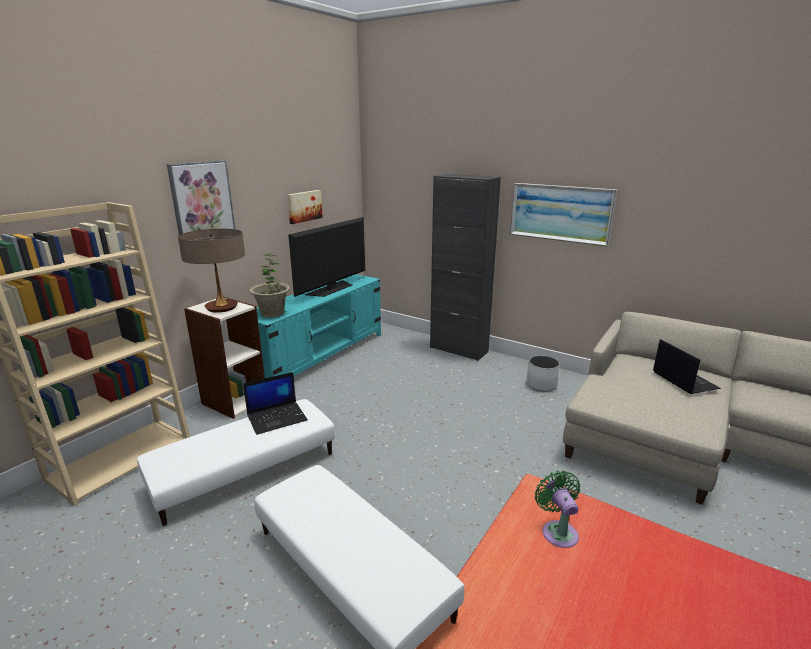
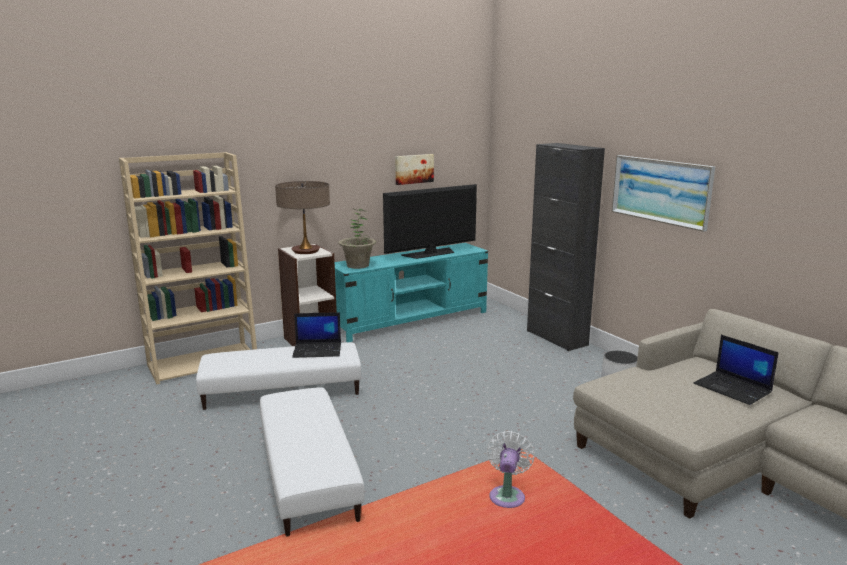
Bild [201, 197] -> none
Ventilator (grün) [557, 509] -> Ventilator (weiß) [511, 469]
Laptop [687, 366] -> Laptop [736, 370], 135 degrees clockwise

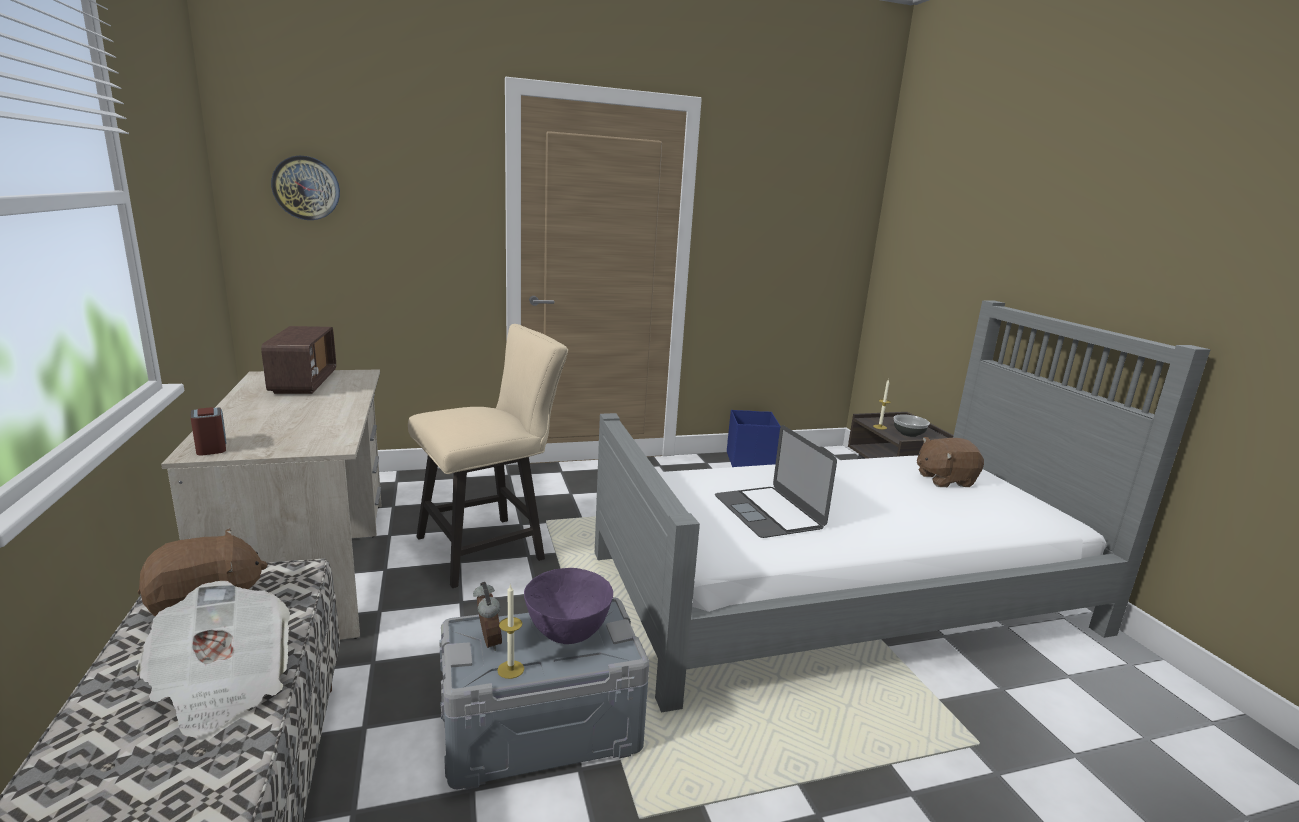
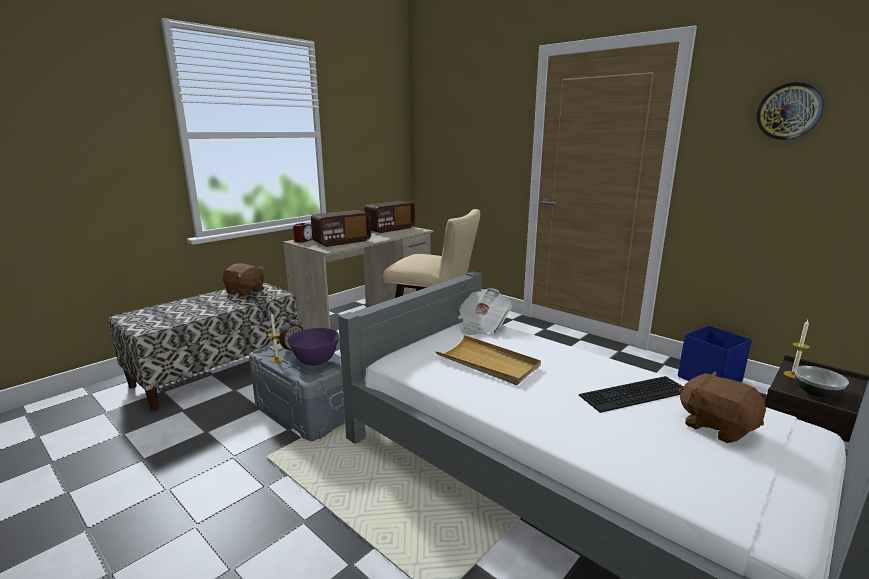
none -> Radio [341, 228]
none -> Tastatur [631, 394]
Zeitung [213, 659] -> Zeitung [485, 311], shifted
Wanduhr [305, 188] -> Wanduhr [790, 111], shifted
Laptop [776, 481] -> Tablett (beige) [488, 360]

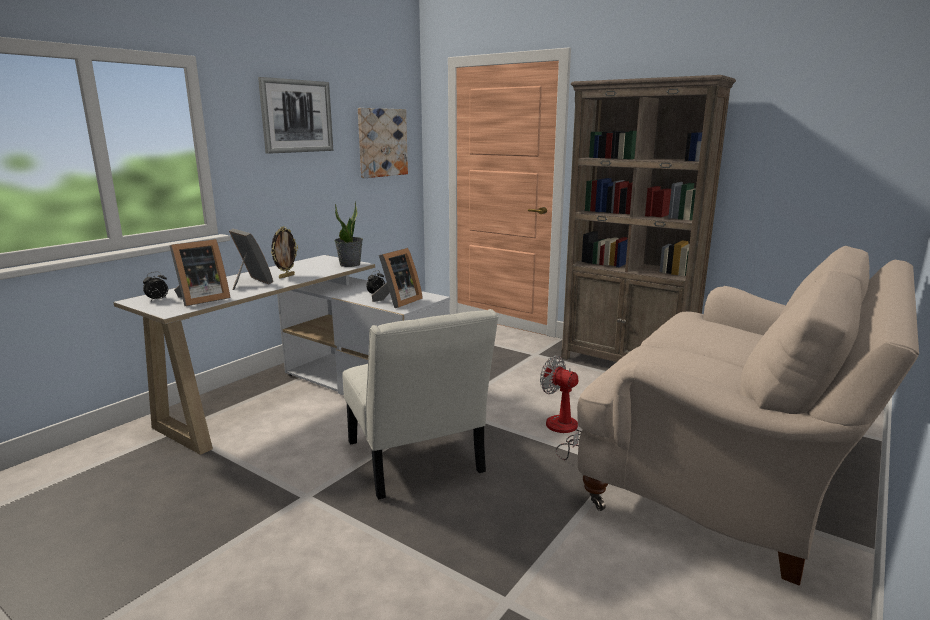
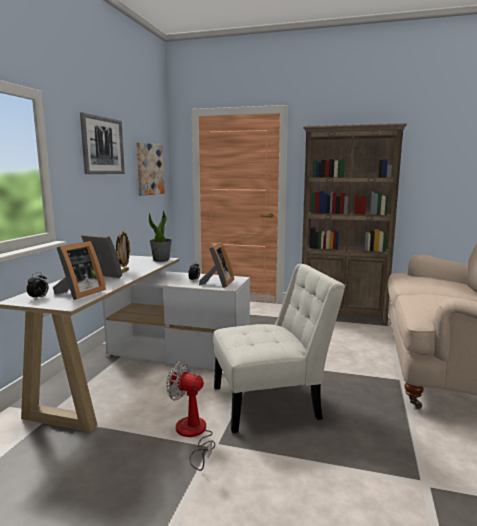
Ventilator [561, 408] -> Ventilator [190, 416], shifted
Stuhl (weiß) [420, 404] -> Stuhl (weiß) [279, 348], 60 degrees counterclockwise

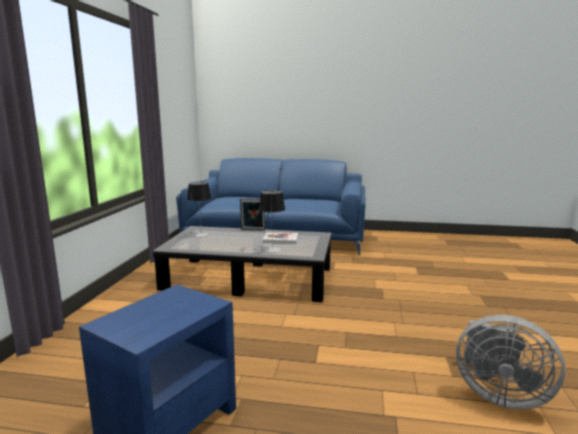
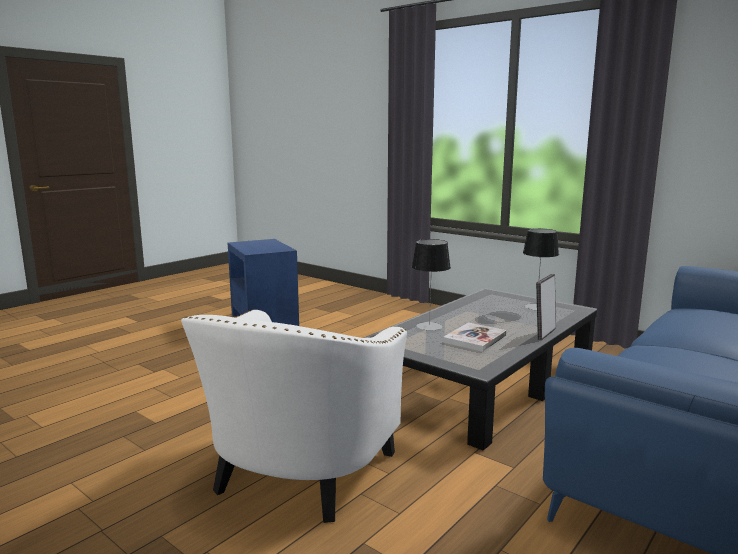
Ventilator (grau) [510, 362] -> none
none -> Sessel (weiß) [294, 416]

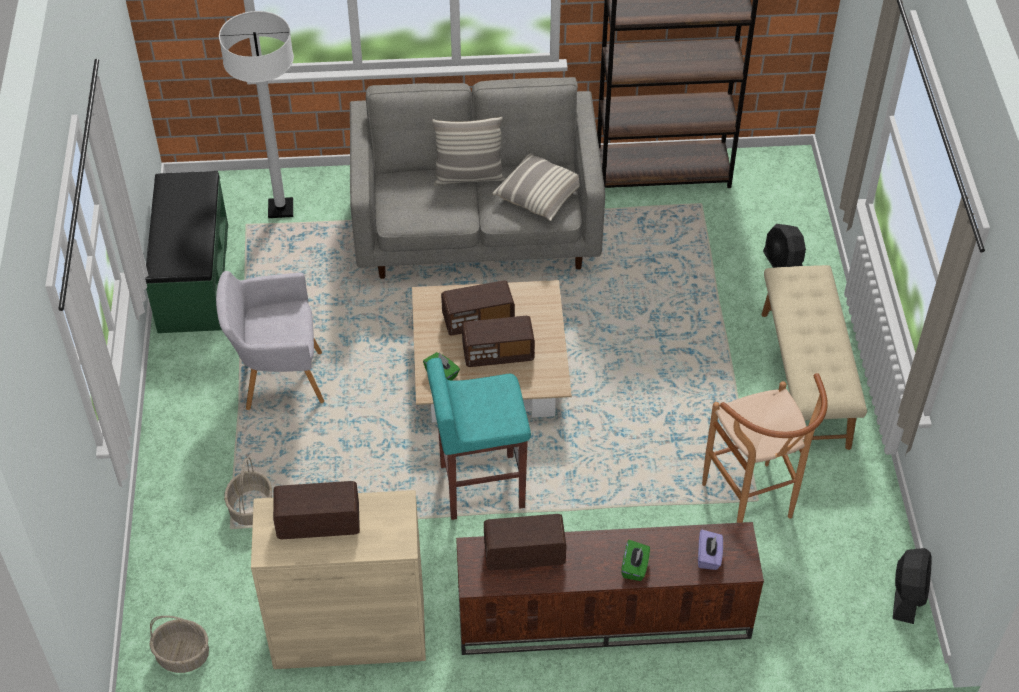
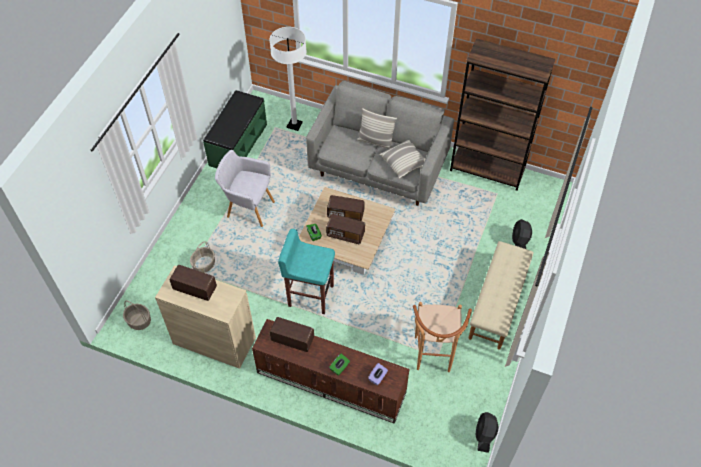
Ventilator (schwarz) [912, 586] -> Ventilator (schwarz) [487, 432], 150 degrees clockwise

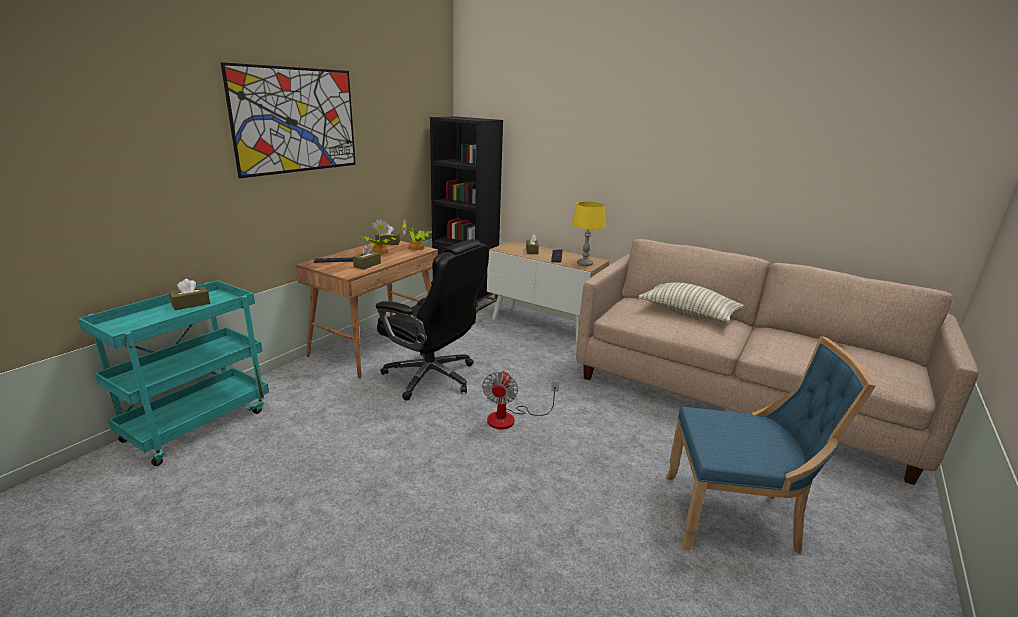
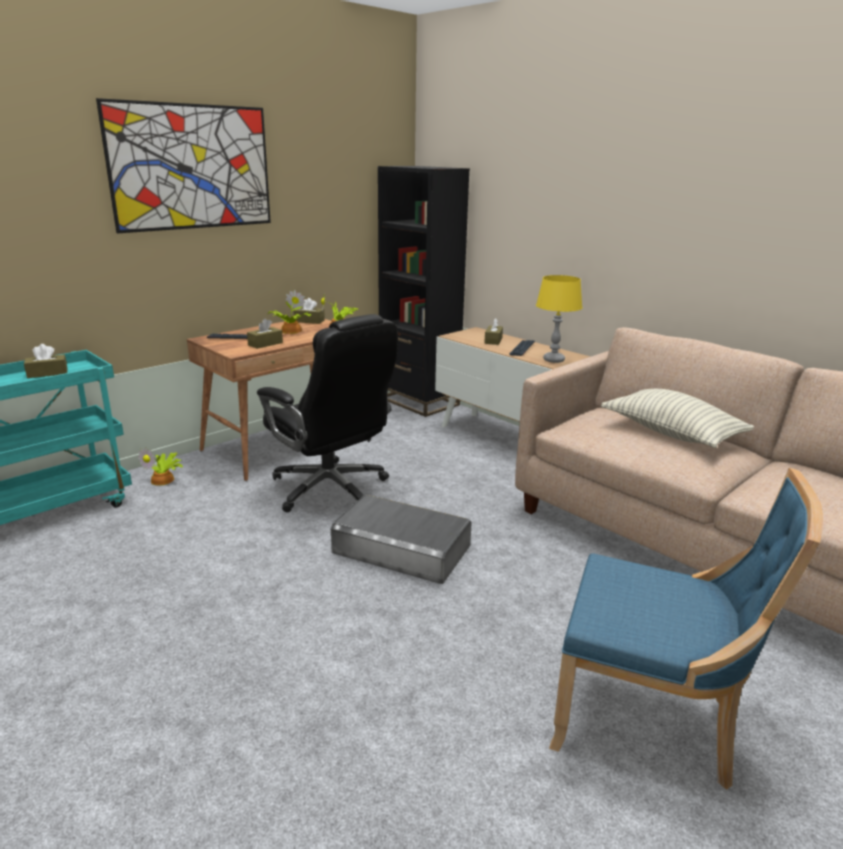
none -> Topfpflanze [160, 466]
Ventilator [520, 399] -> Aufbewahrungsbox (grau) [401, 539]

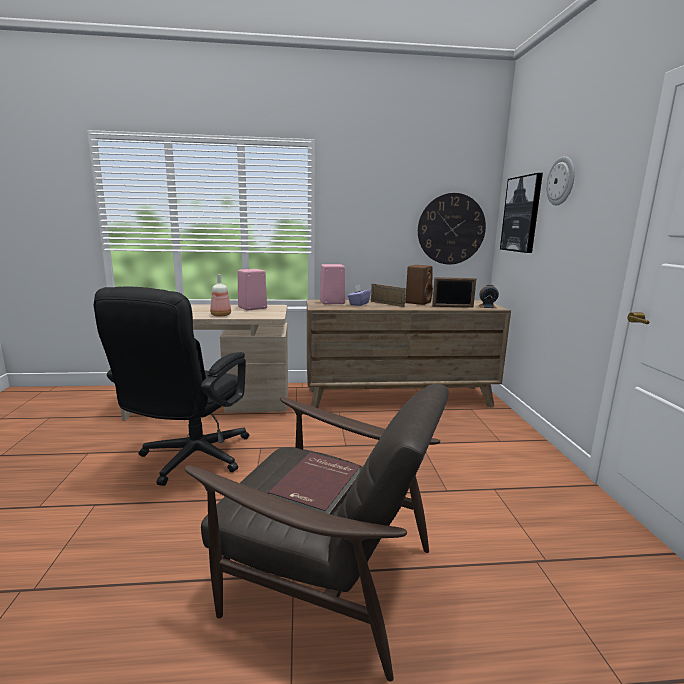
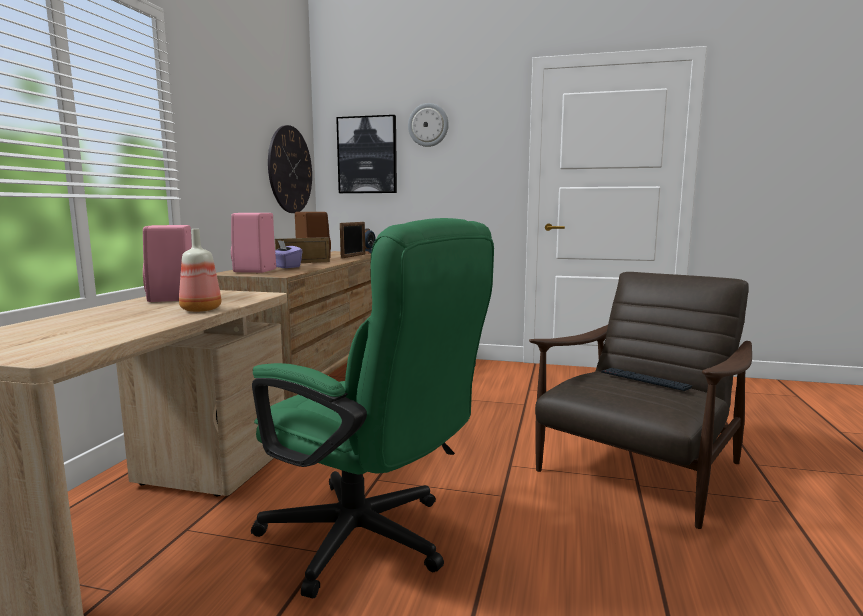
Buch (rot) [313, 483] -> Tastatur [646, 379]
Bürostuhl (schwarz) [171, 386] -> Bürostuhl (grün) [372, 408]

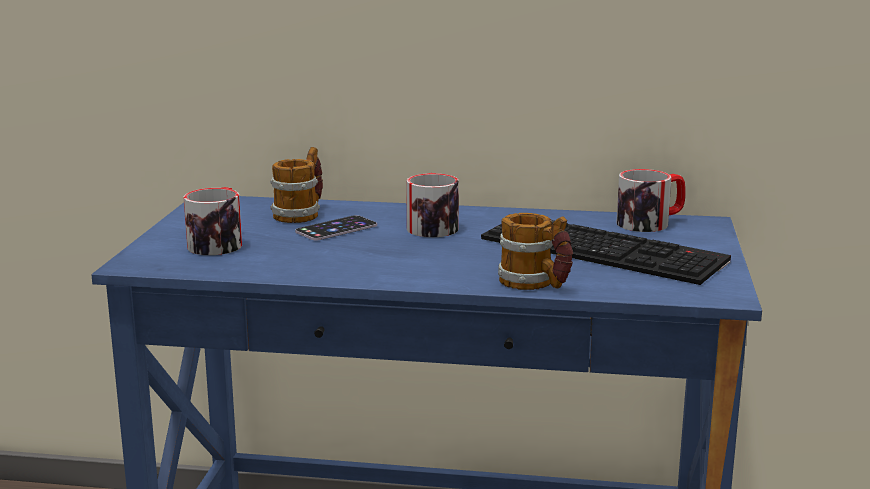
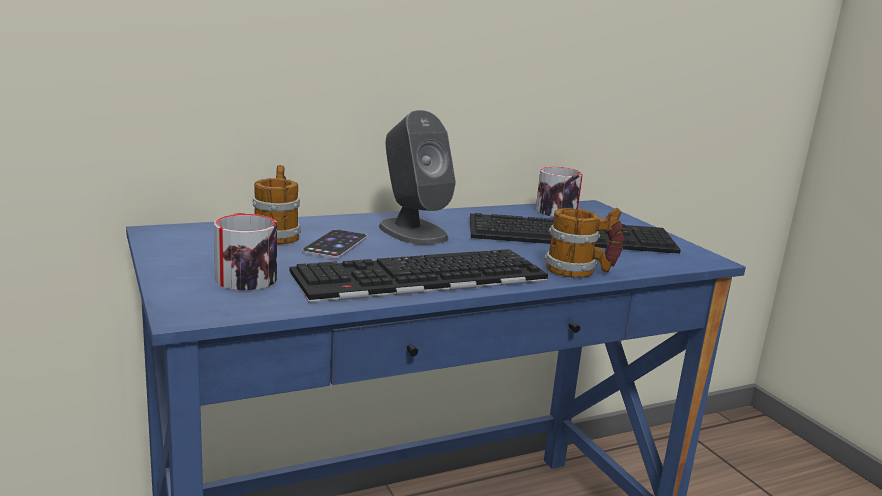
none -> Tastatur [418, 276]
Henkelbecher [432, 205] -> Lautsprecher (grau) [417, 177]

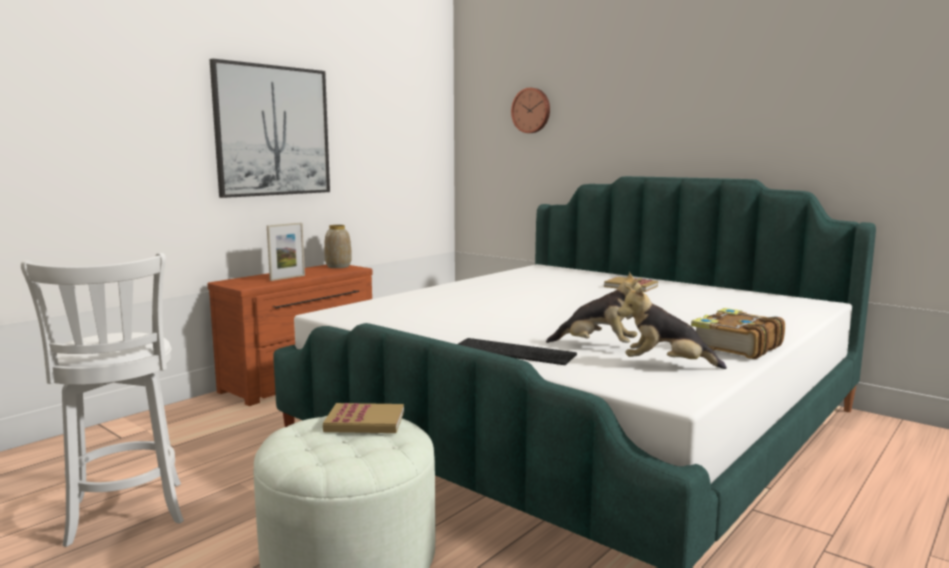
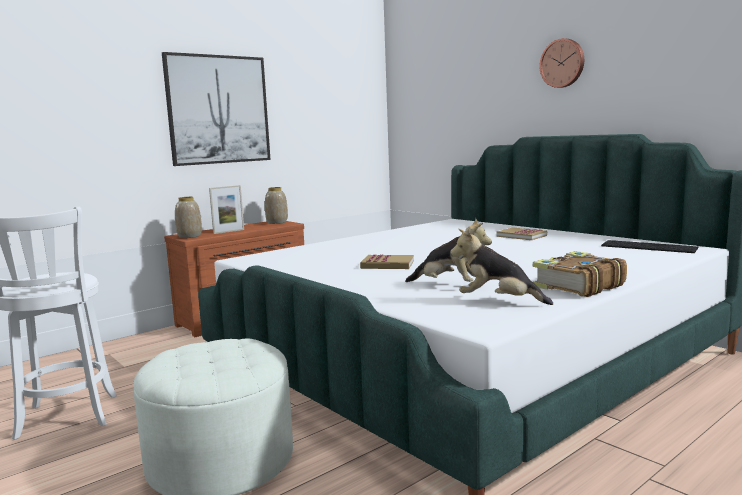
none -> Vase [188, 217]
Buch [363, 418] -> Buch [387, 261], shifted
Tastatur [517, 351] -> Tastatur [649, 246], shifted
Wanduhr [530, 110] -> Wanduhr [562, 63], shifted

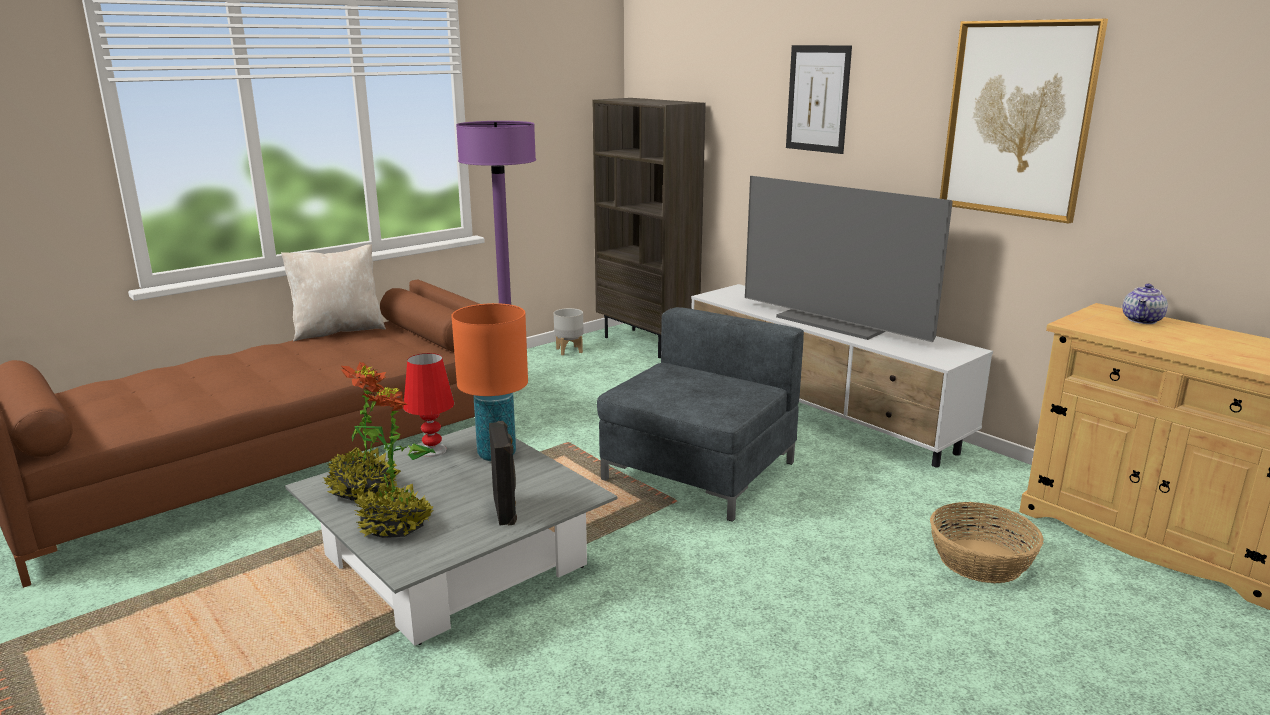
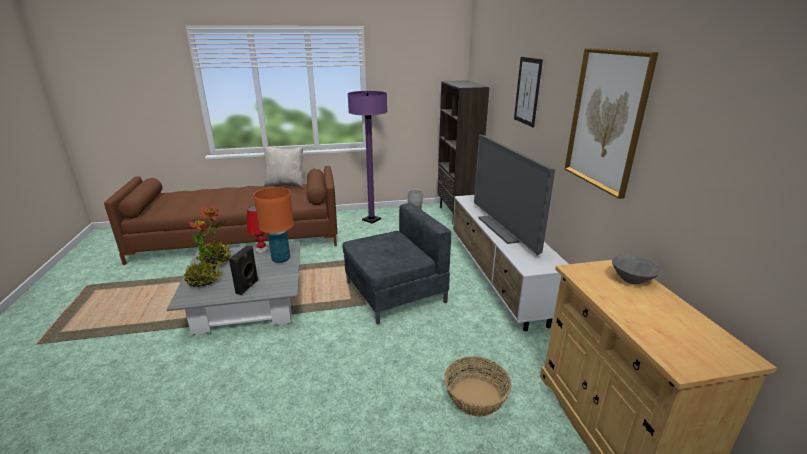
Teekanne [1145, 304] -> Schüssel (grau) [636, 269]

